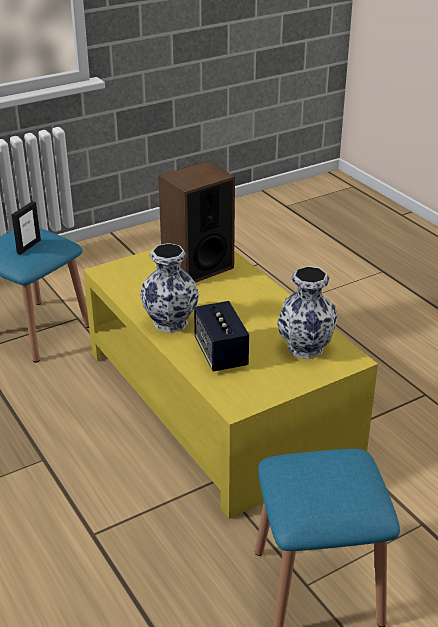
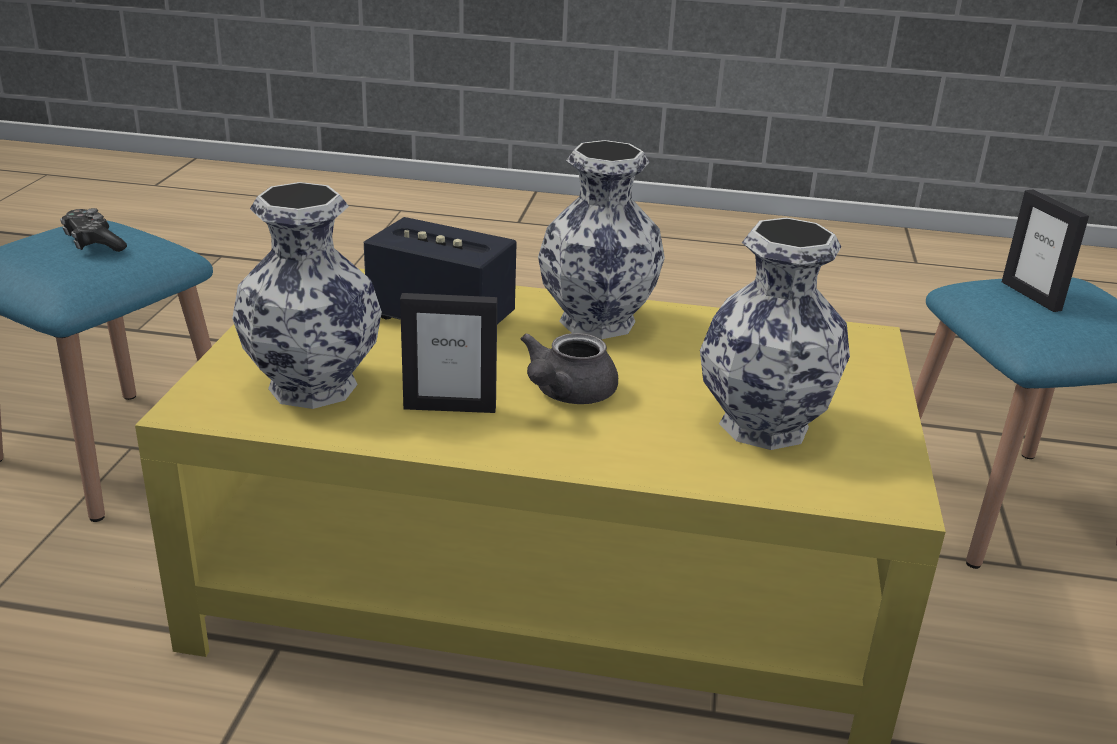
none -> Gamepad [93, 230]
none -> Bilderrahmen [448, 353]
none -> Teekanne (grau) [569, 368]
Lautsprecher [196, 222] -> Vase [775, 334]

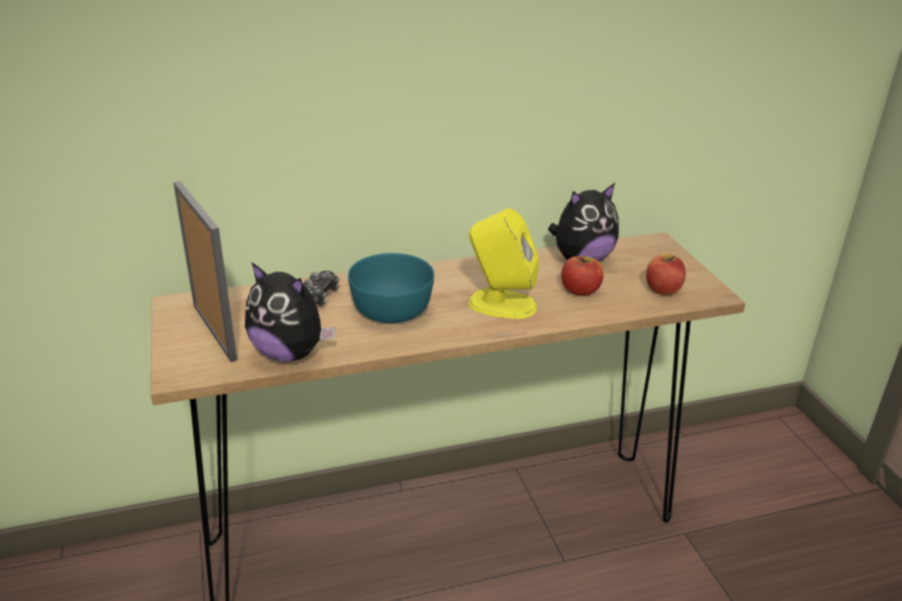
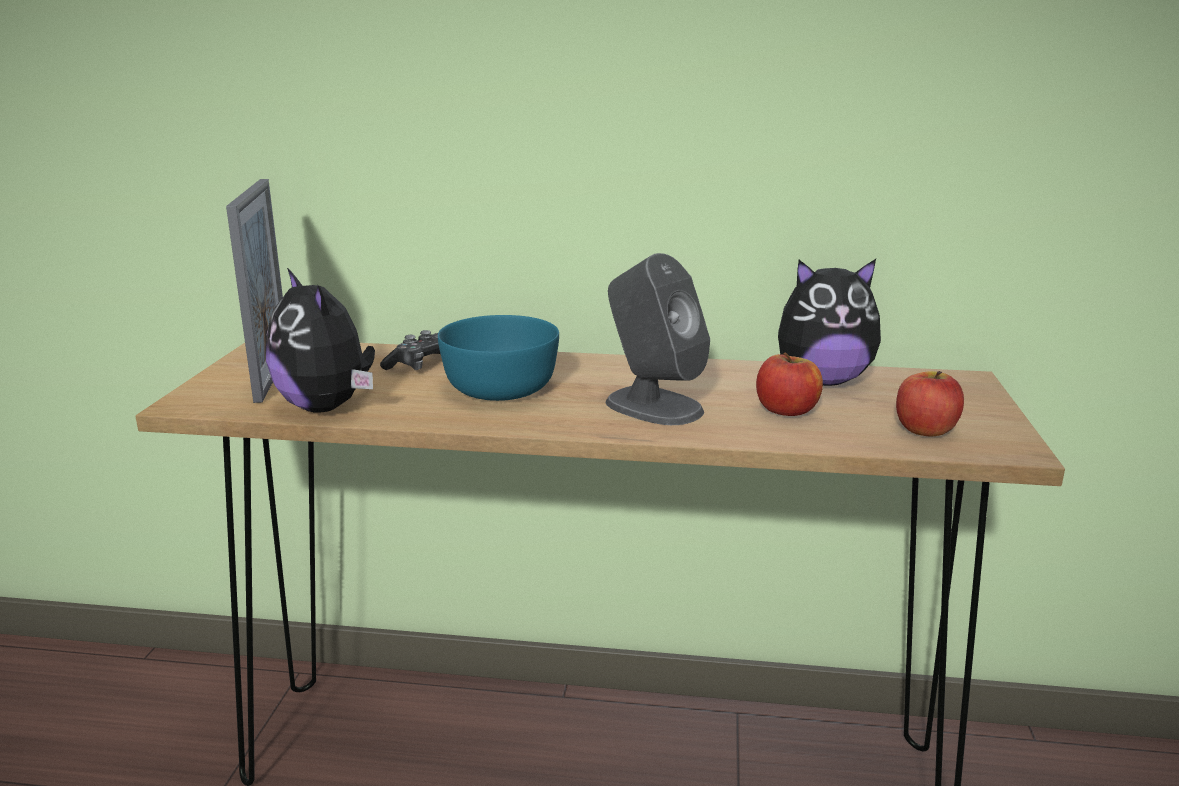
Lautsprecher (gelb) [503, 263] -> Lautsprecher (grau) [658, 339]

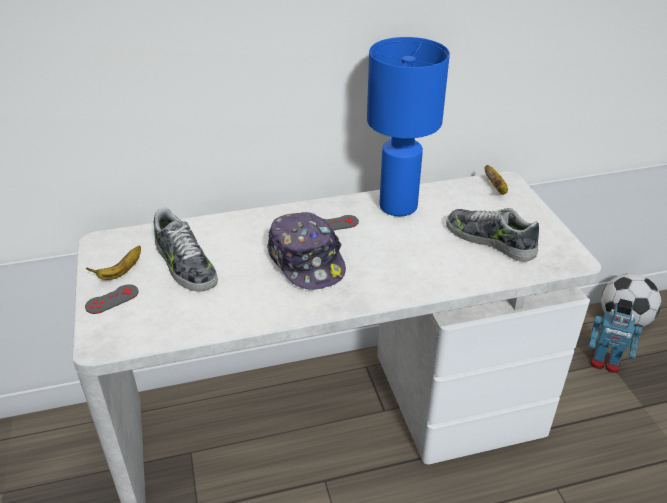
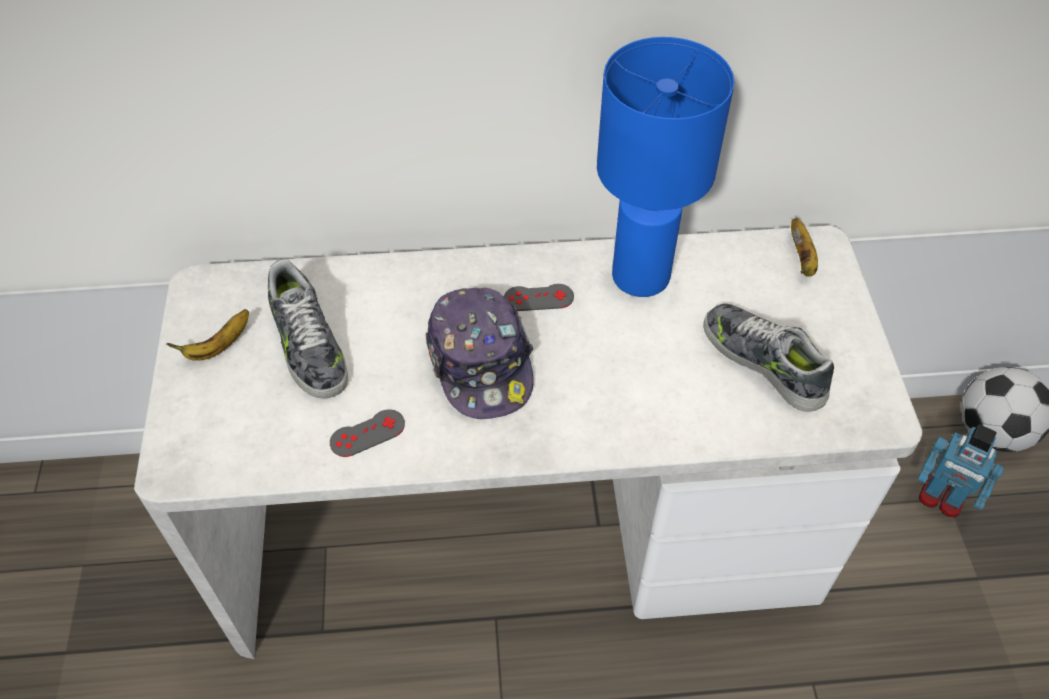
Gamepad (grau) [111, 299] -> Gamepad (grau) [367, 433], shifted

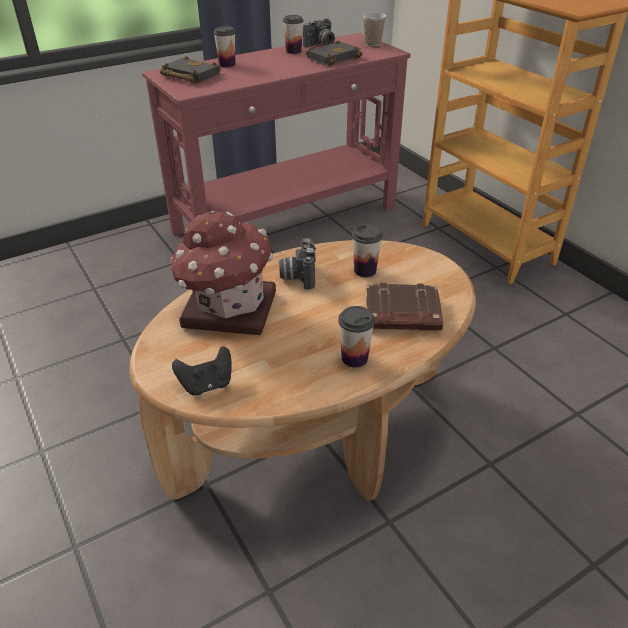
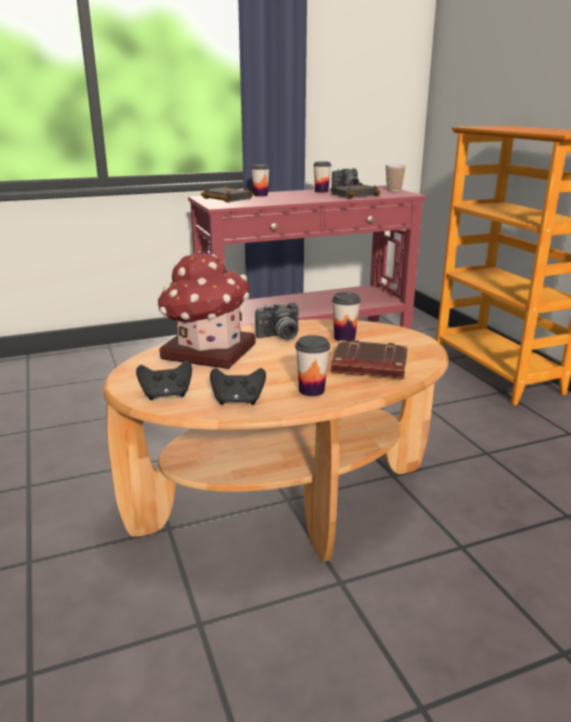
none -> Gamepad (schwarz) [238, 386]
Kamera [297, 263] -> Kamera [276, 321], 120 degrees counterclockwise

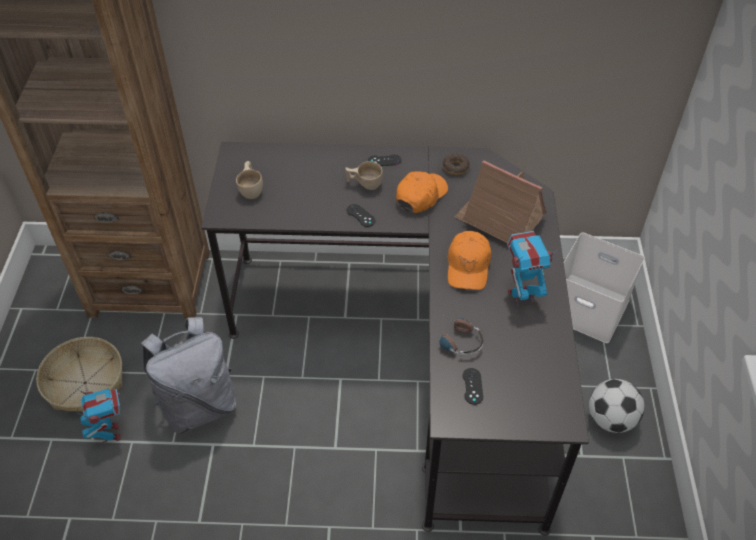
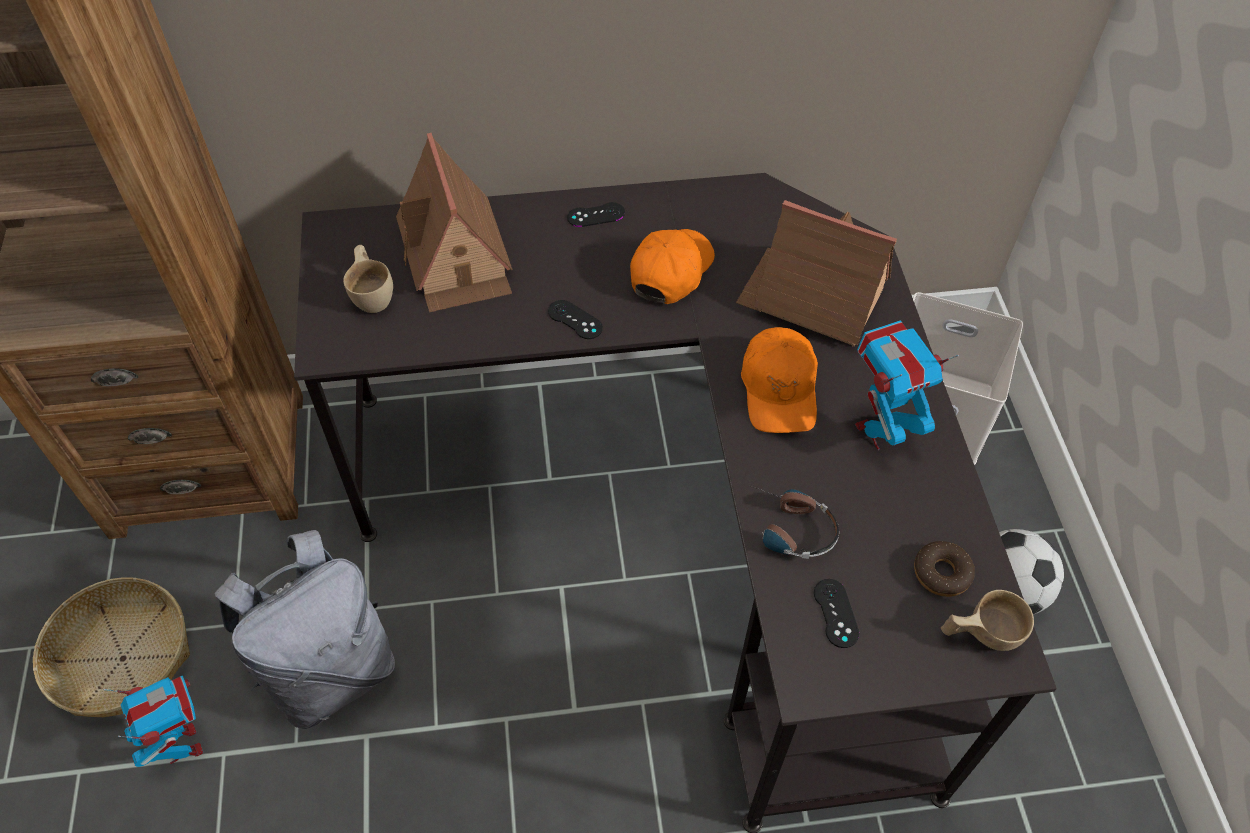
none -> Spielzeughaus [454, 223]
Tasse (beige) [364, 175] -> Tasse (beige) [987, 620], shifted
Donut [456, 164] -> Donut [944, 569], shifted

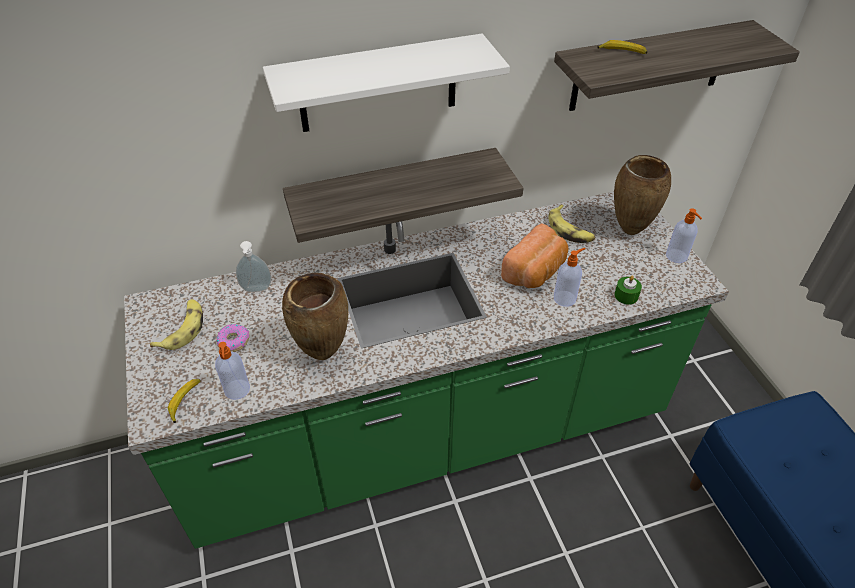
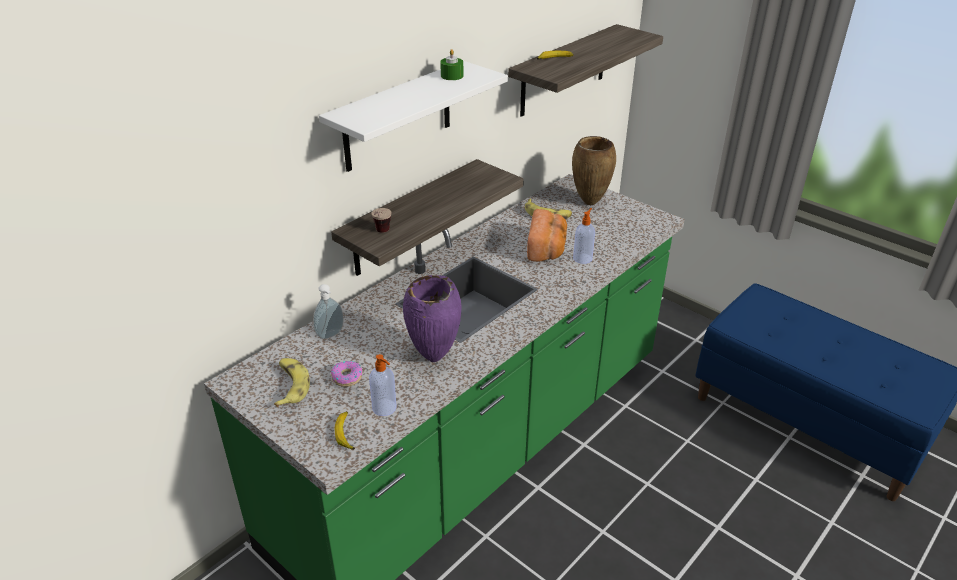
Seifenspender [684, 235] -> none
none -> Tasse [381, 220]
Kerze (grün) [628, 290] -> Kerze (grün) [451, 64], shifted
Vase (braun) [315, 316] -> Vase (lila) [432, 318]

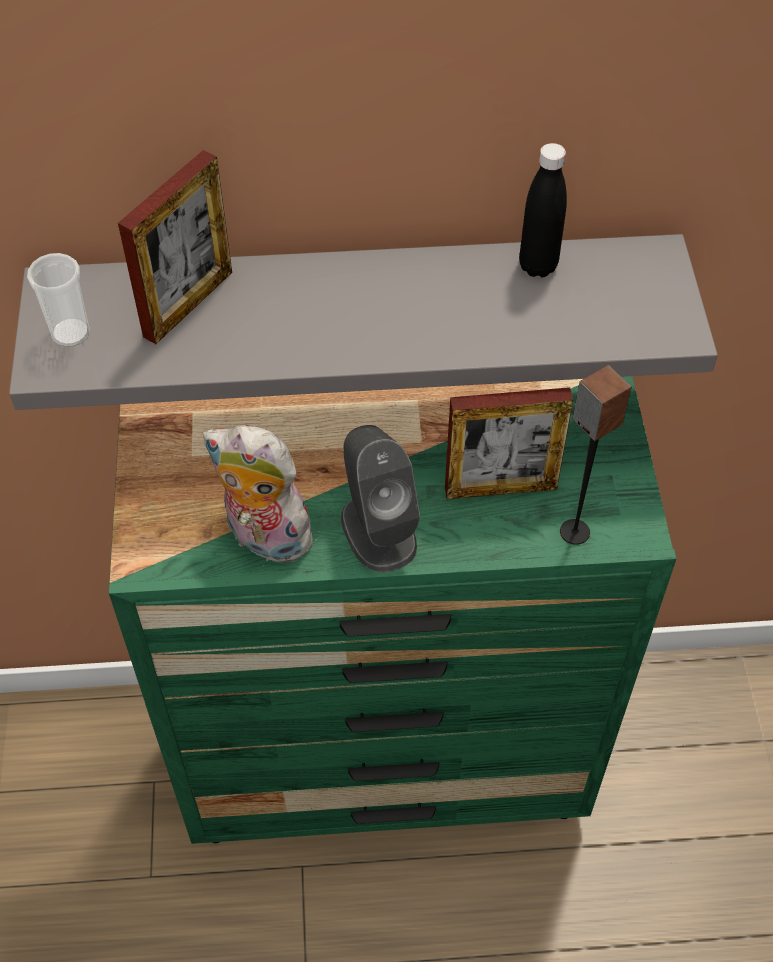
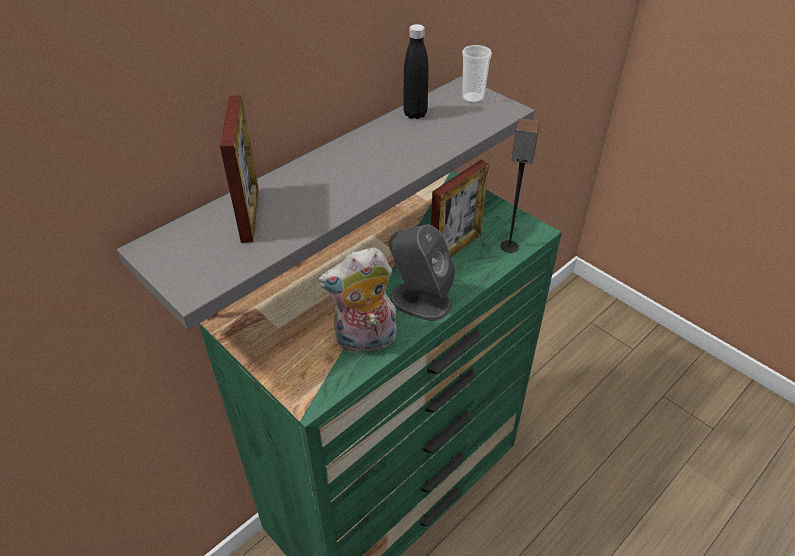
Tasse [58, 300] -> Tasse [477, 74], shifted

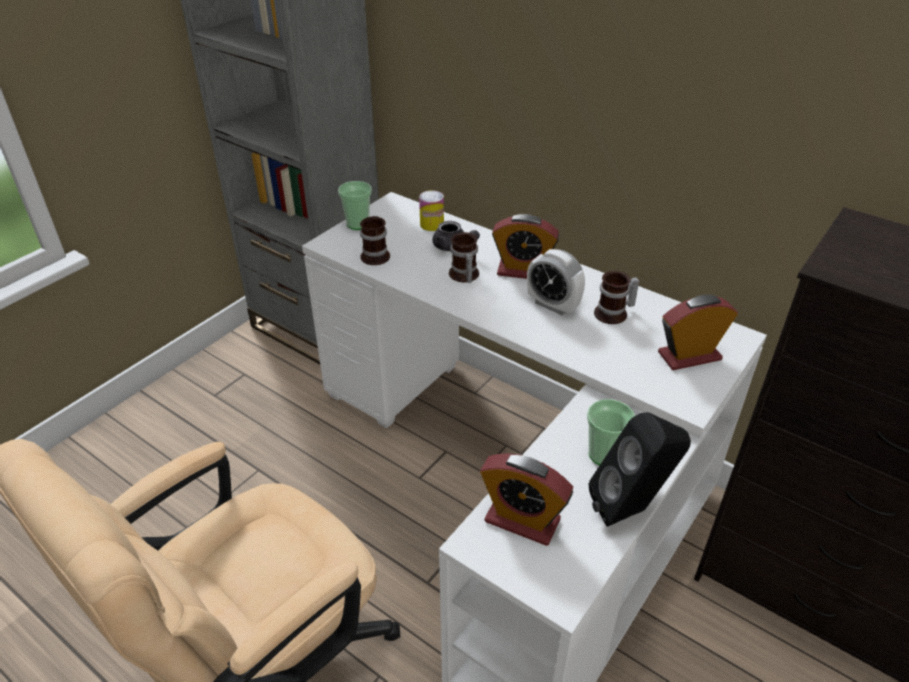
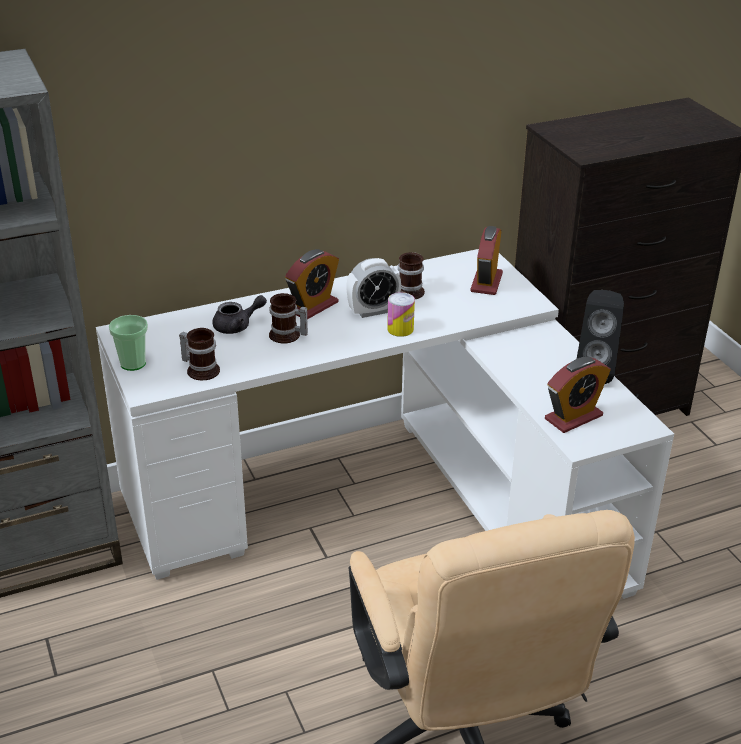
Tasse [611, 432] -> none
Dose [431, 210] -> Dose [401, 314], shifted

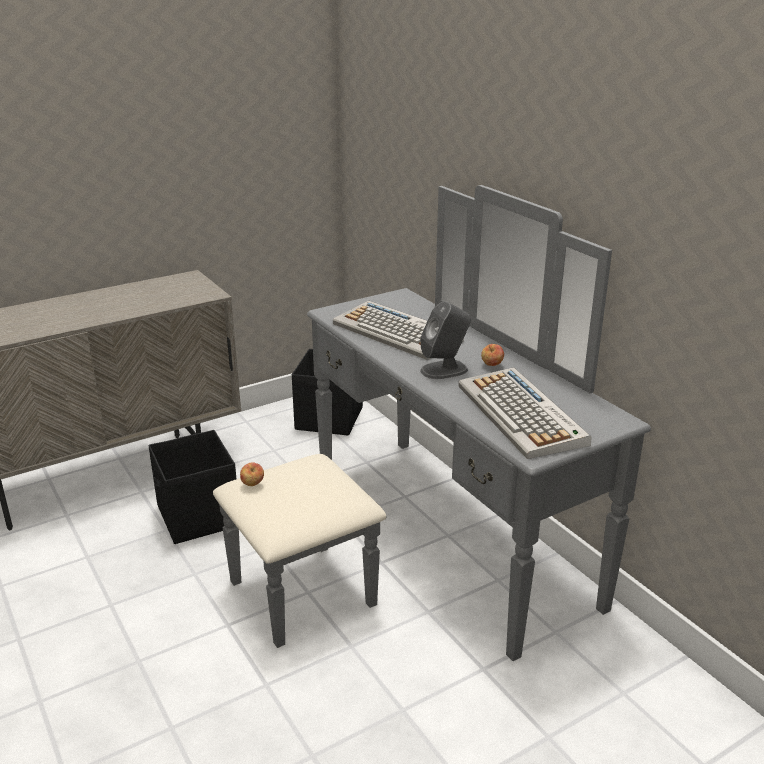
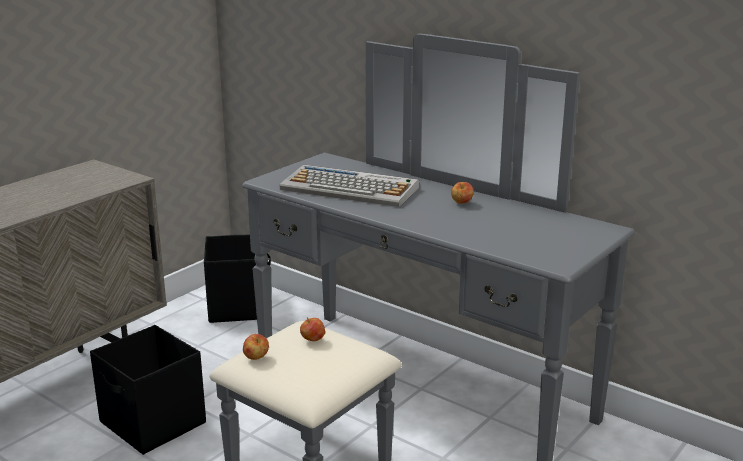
Lautsprecher (grau) [445, 340] -> none
Tastatur [525, 413] -> none
none -> Apfel [312, 329]

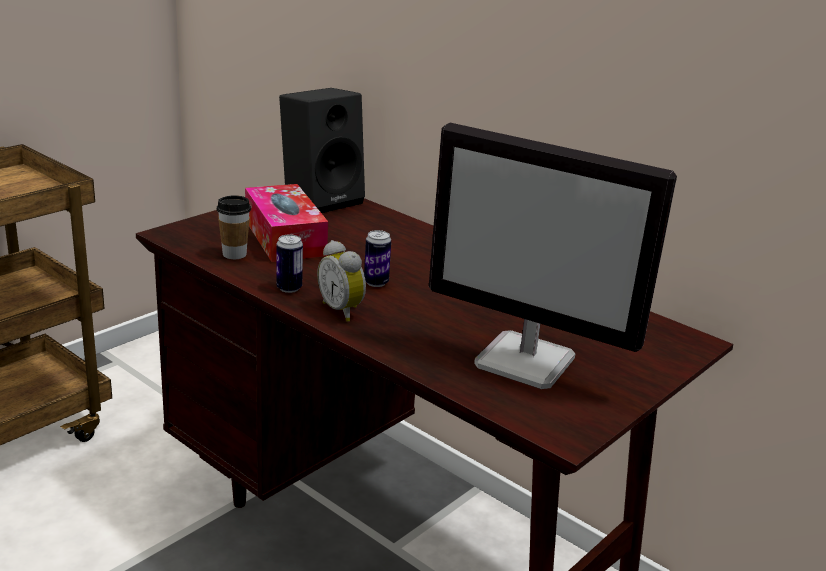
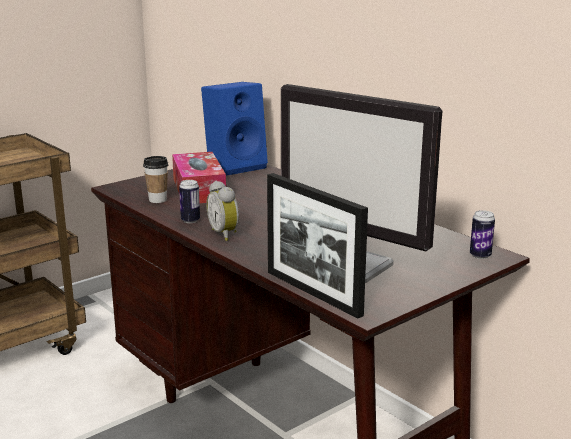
none -> Bilderrahmen [317, 245]
Dose [377, 258] -> Dose [482, 234], shifted
Lautsprecher (schwarz) [322, 150] -> Lautsprecher (blau) [234, 129]

